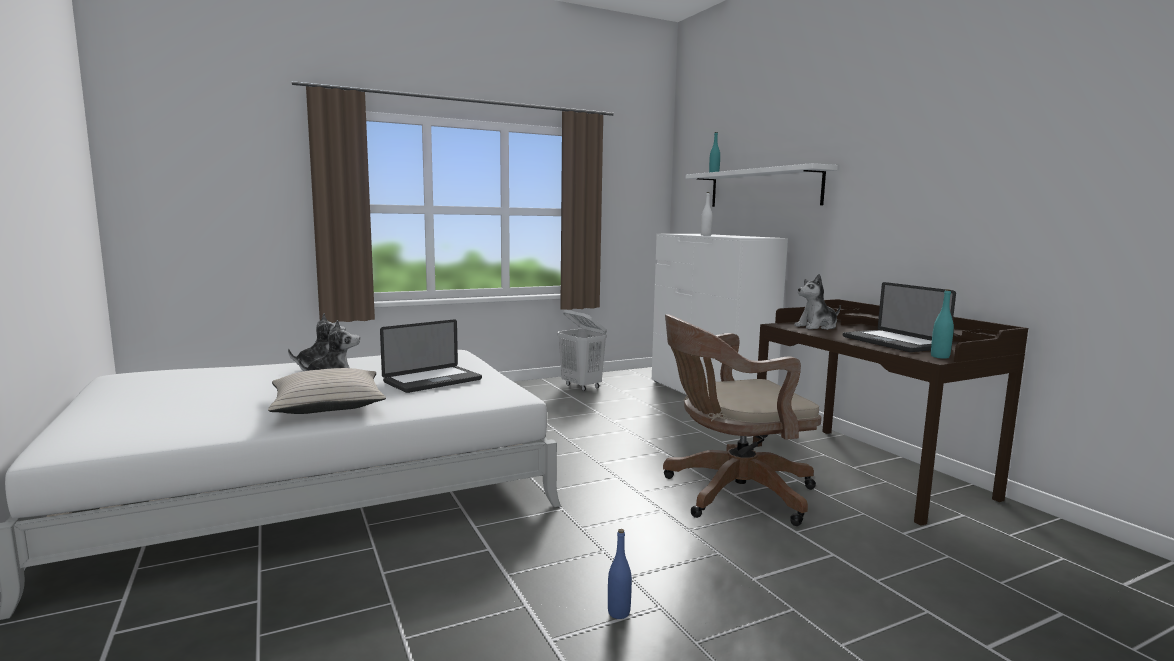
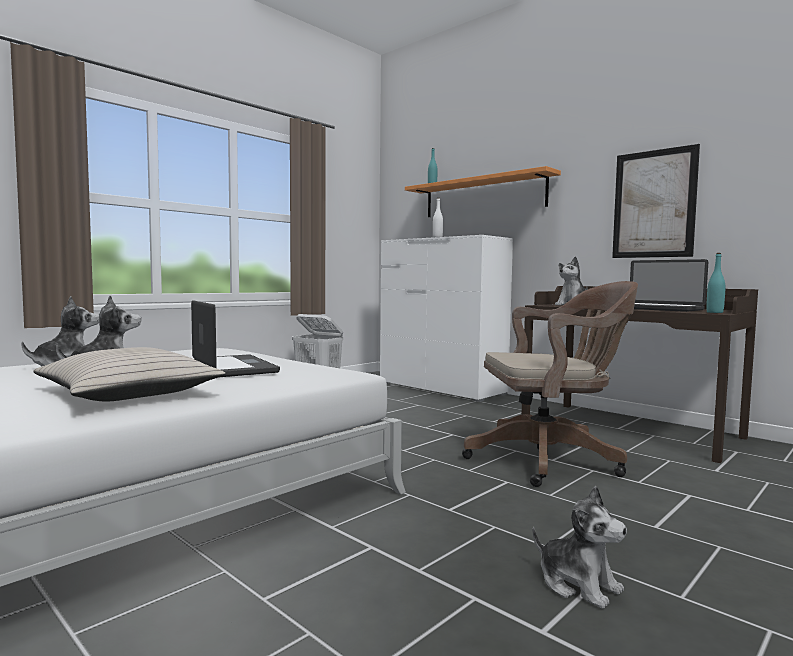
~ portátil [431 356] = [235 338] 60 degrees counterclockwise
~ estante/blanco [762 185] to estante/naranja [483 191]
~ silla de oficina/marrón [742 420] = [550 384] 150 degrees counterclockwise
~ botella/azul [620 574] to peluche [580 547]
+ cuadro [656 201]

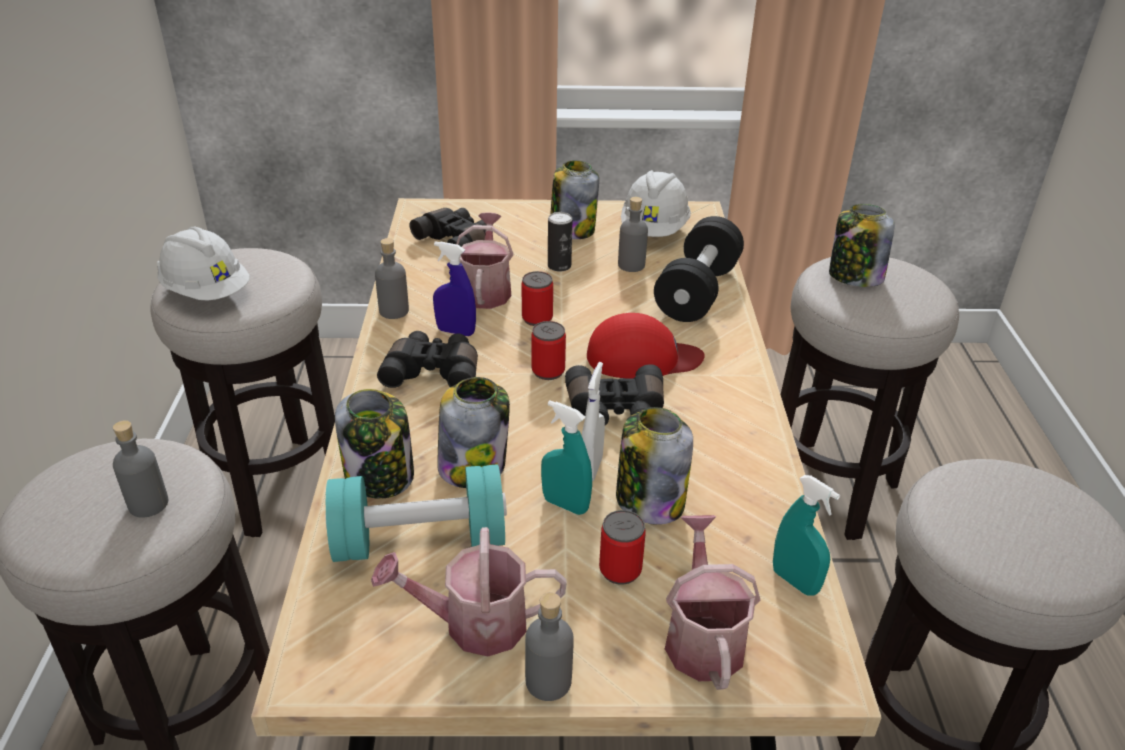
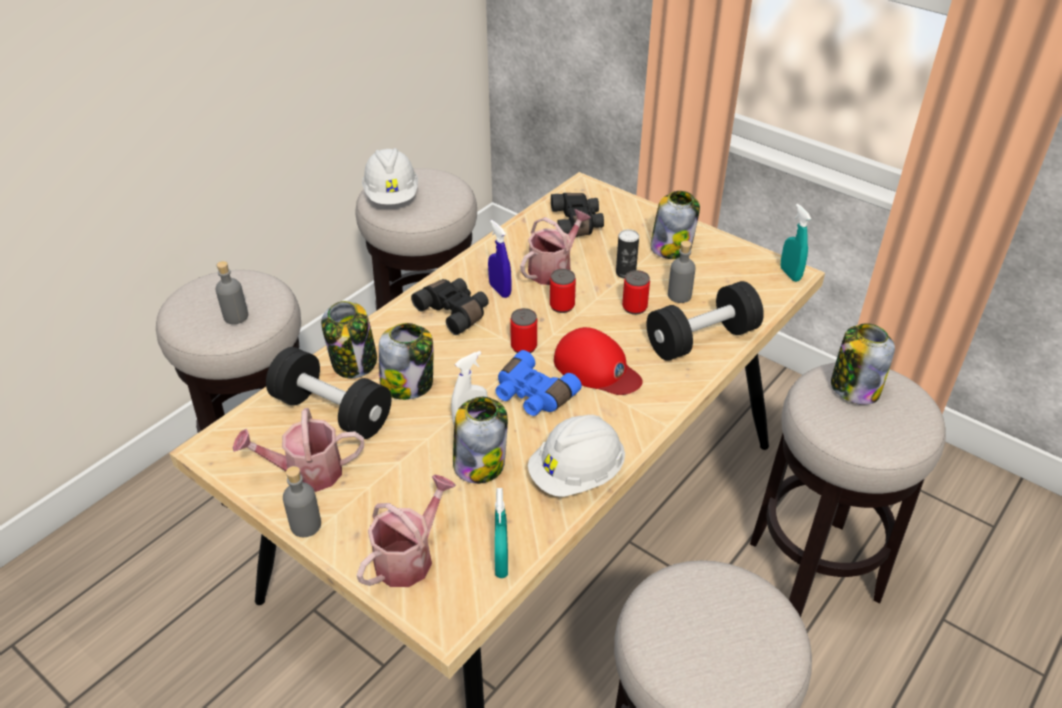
~ regadera [469 592] = [298 450] 45 degrees counterclockwise
~ mancuerna/turquesa [416 513] to mancuerna/negro [328 393]
~ prismáticos/negro [614 394] to prismáticos/azul [539 383]
~ casco/blanco [656 203] to [576 456]
~ lata [622 547] to [636 292]
~ pulverizador/turquesa [566 457] to [796 243]
- botella/gris [392 278]

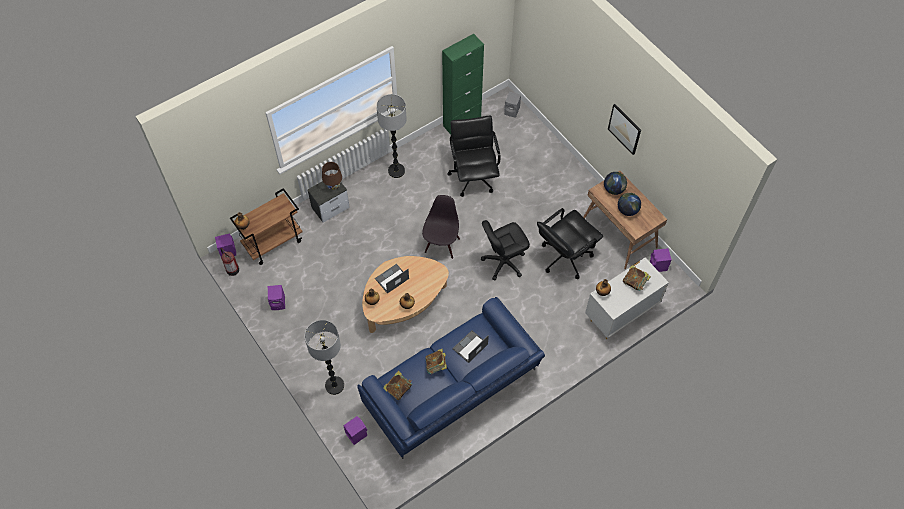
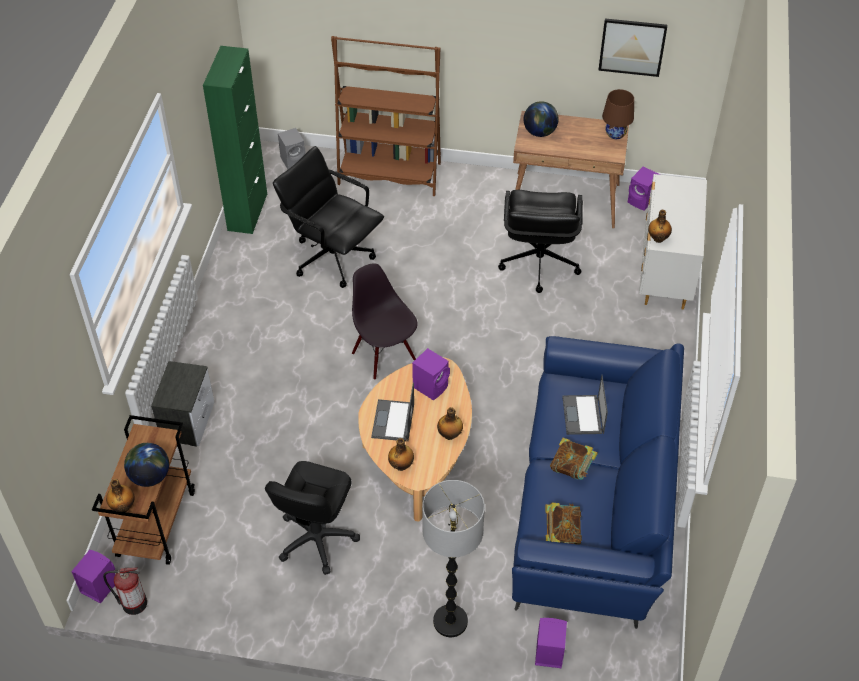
~ globo terráqueo [629 204] to [146 465]
~ silla de oficina/negro [505 250] to [312 518]
+ estantería/marrón [386 116]
~ altavoz/morado [276 297] to [431 374]
~ cuadro [624 129] to [633 47]
~ lámpara de mesa/marrón [332 176] to [618 114]
- lámpara de pie [391 136]
- libro [637 278]

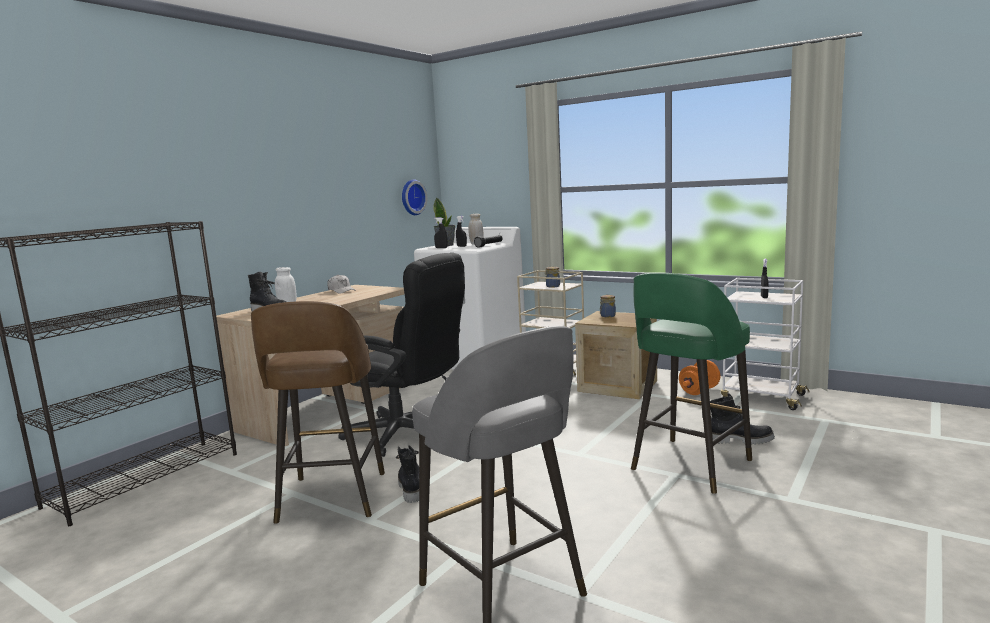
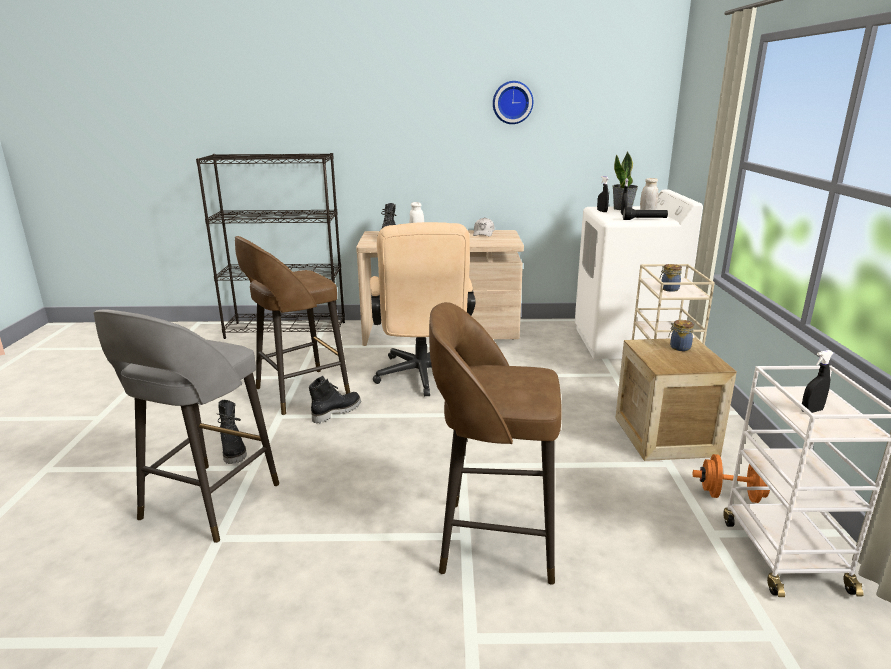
~ bota/negro [742 420] to [232 432]
~ silla de oficina/negro [401 355] to silla de oficina/beis [422 309]
~ taburete/verde [691 383] to taburete/marrón [495 443]
~ reloj de pared [414 197] to [513 102]

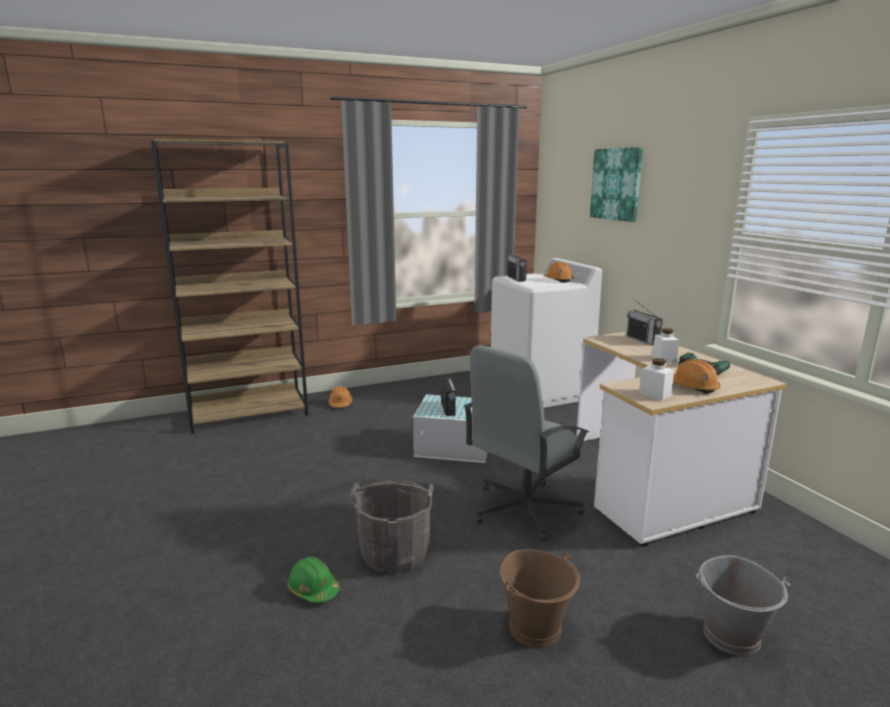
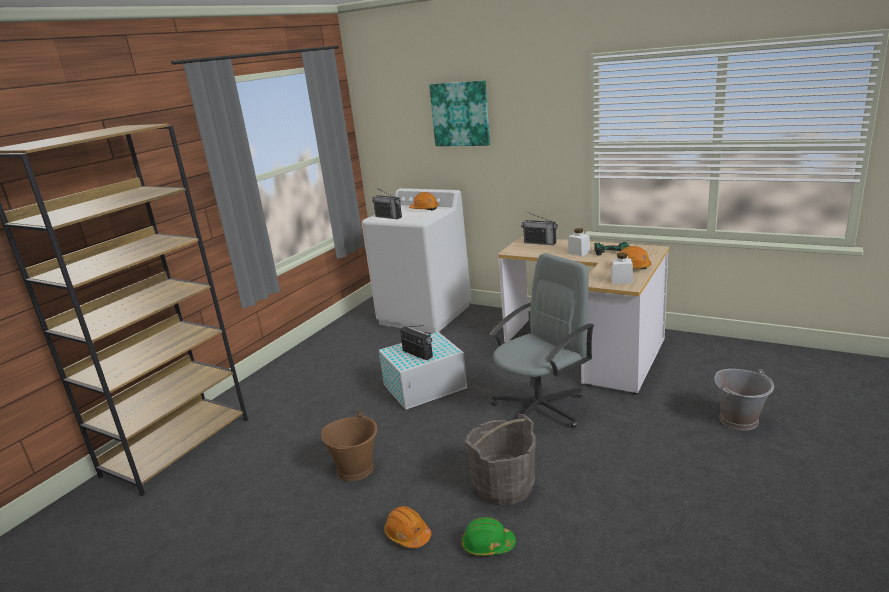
~ cubo/marrón [540 598] to [349 446]
~ casco/naranja [340 397] to [407 527]
~ silla de oficina/gris [526 443] = [541 340] 135 degrees counterclockwise

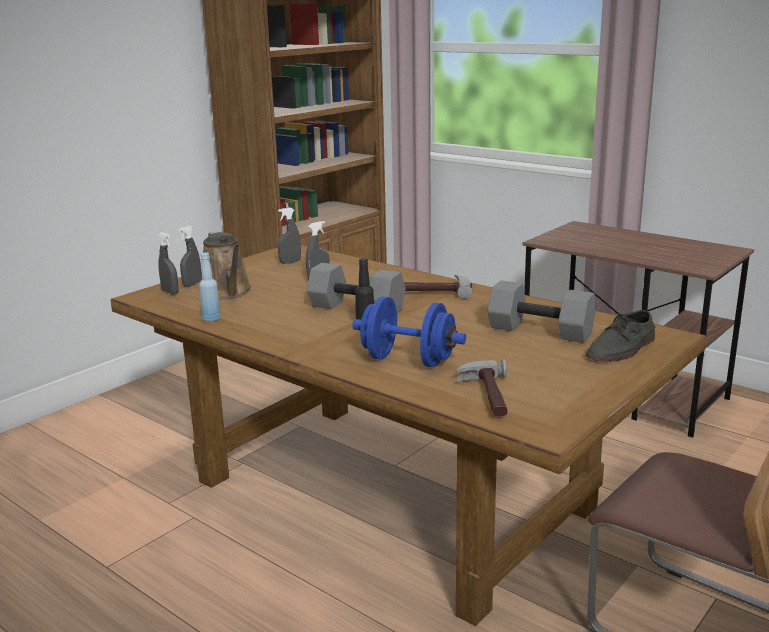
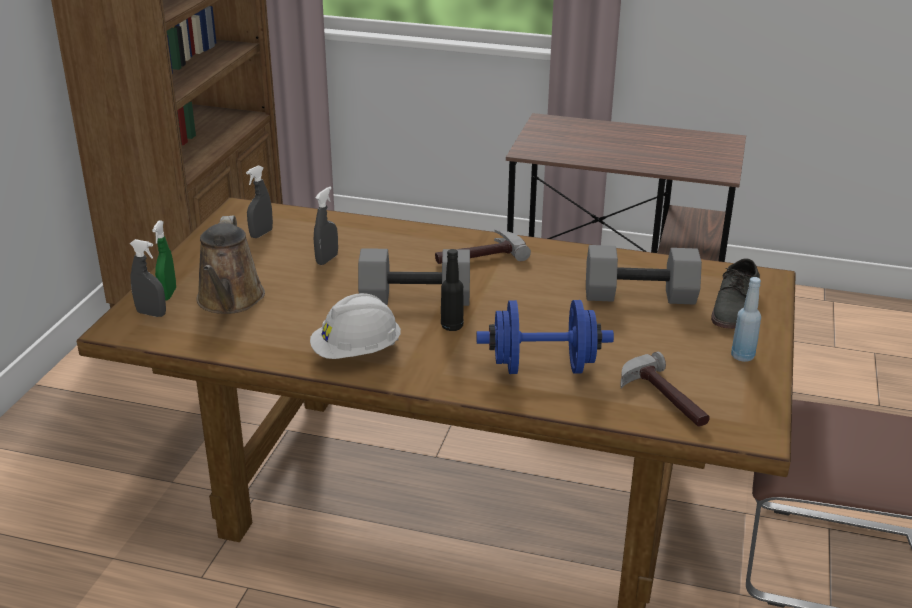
~ pulverizador/gris [190 256] to pulverizador/verde [164 260]
~ regadera/marrón [226 265] = [230 264] 45 degrees clockwise
+ casco/blanco [355 326]
~ botella/azul [210 287] to [746 319]

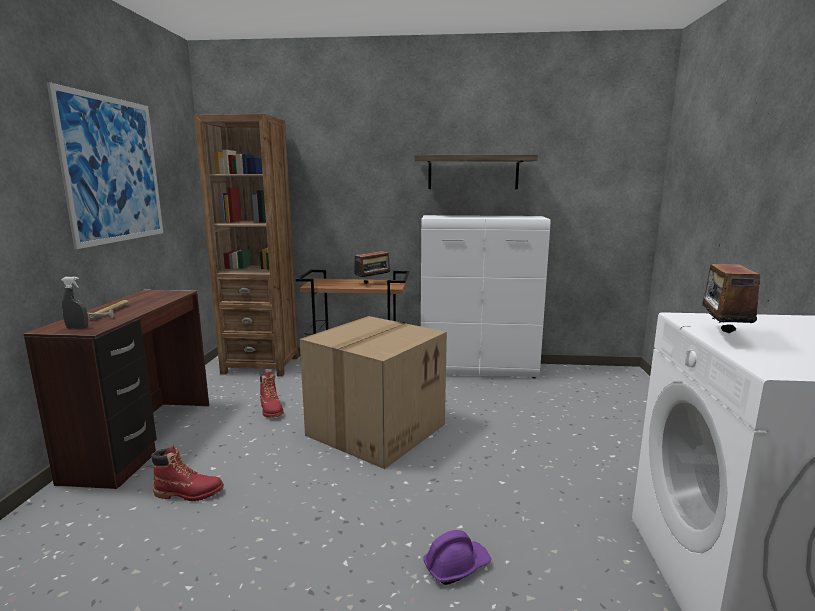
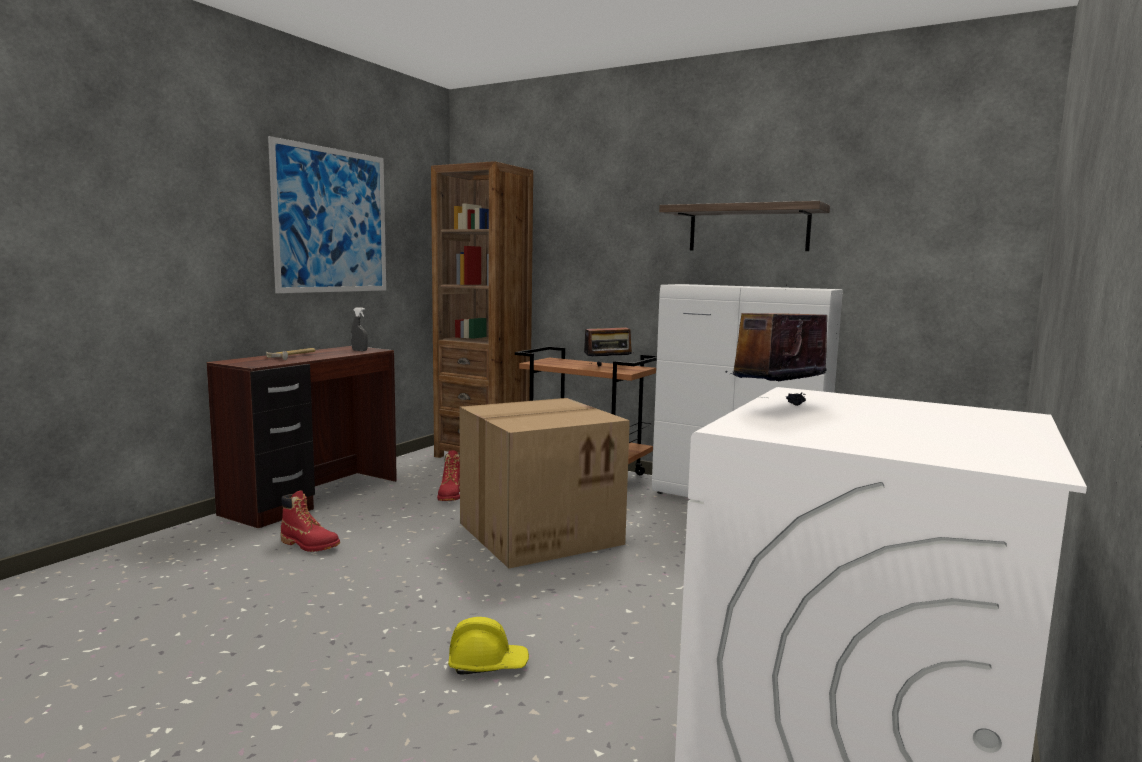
~ pulverizador/gris [74 303] to [359 329]
~ casco/morado [457 557] to casco/amarillo [488 646]

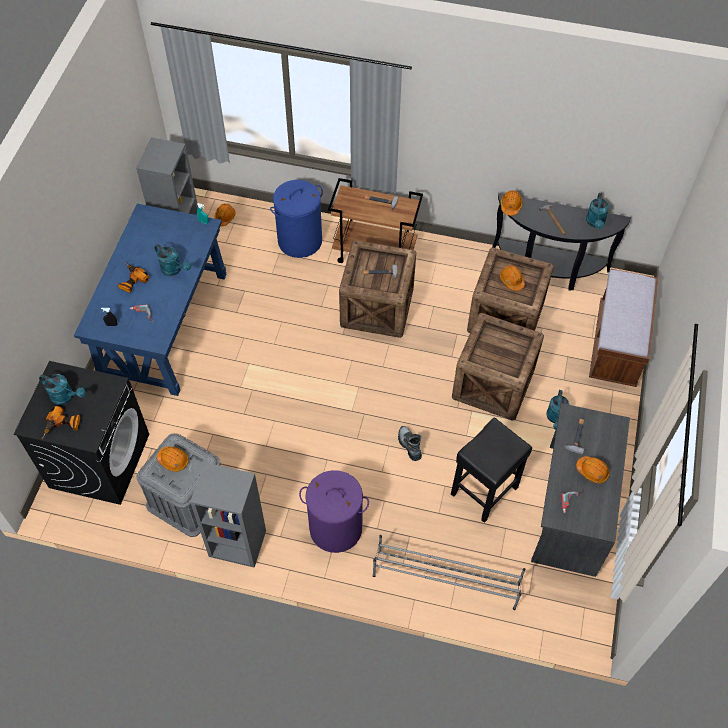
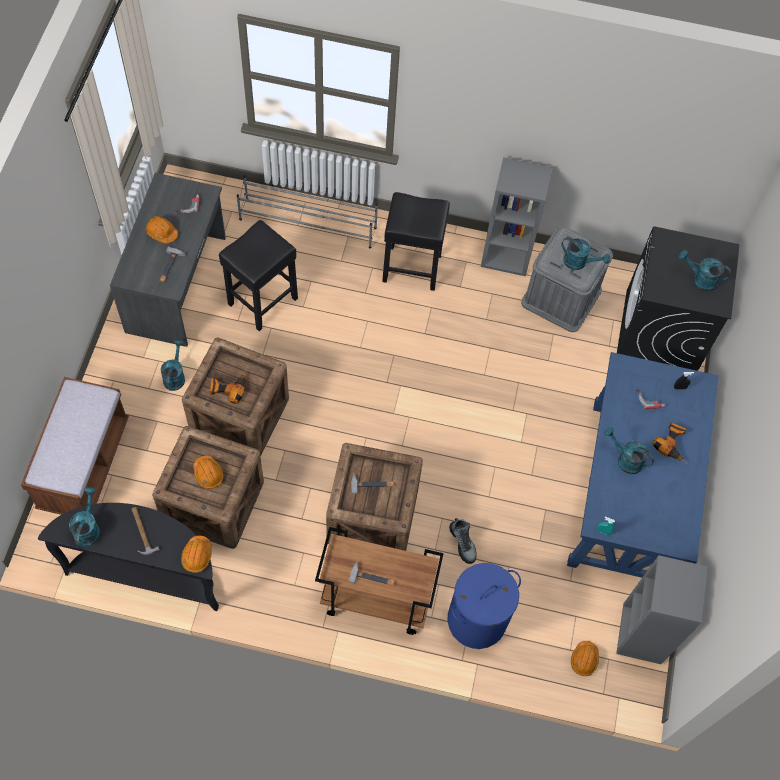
~ taladro [61 422] to [228 386]
~ cesto de la ropa/morado [334 511] to taburete/negro [416 241]
~ bota [410 443] to [463 541]
~ casco/naranja [173 459] to regadera/turquesa [585 254]

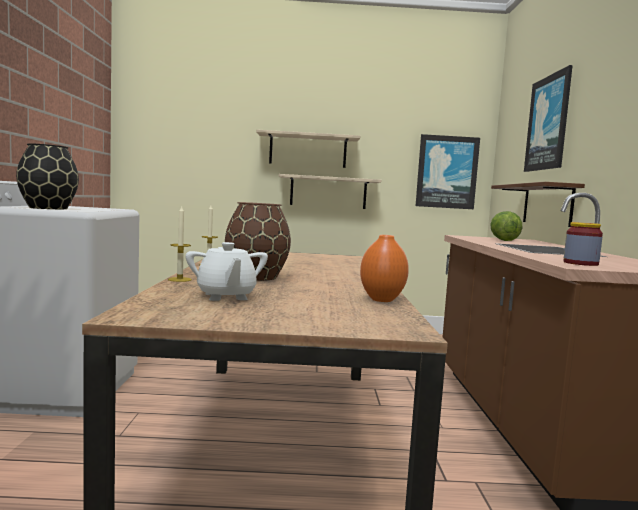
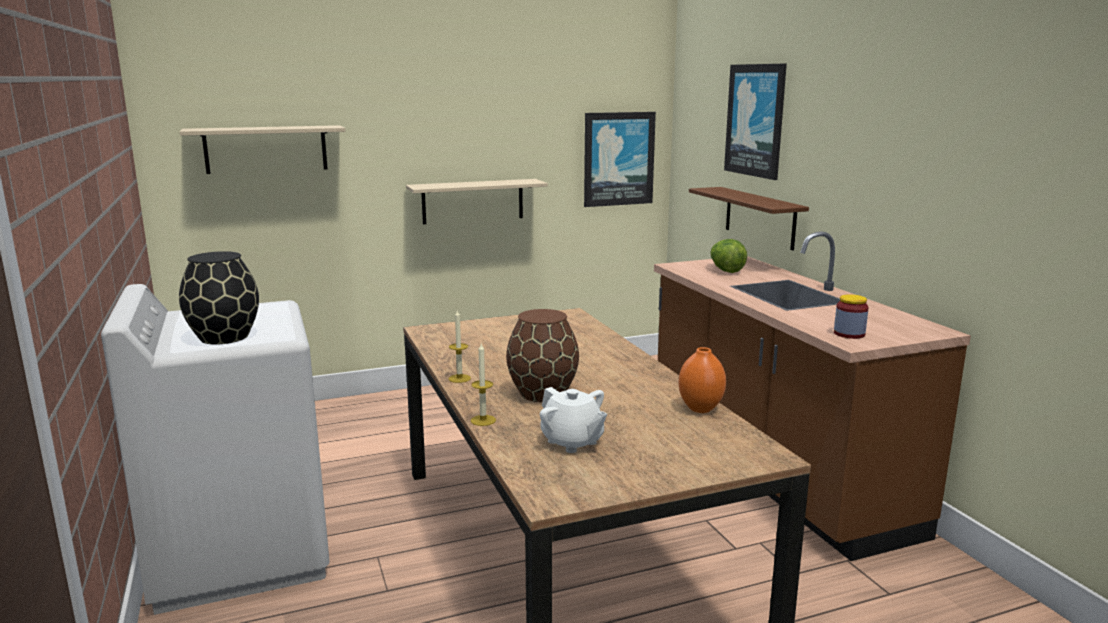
~ estante/beis [308 149] to [262 149]

